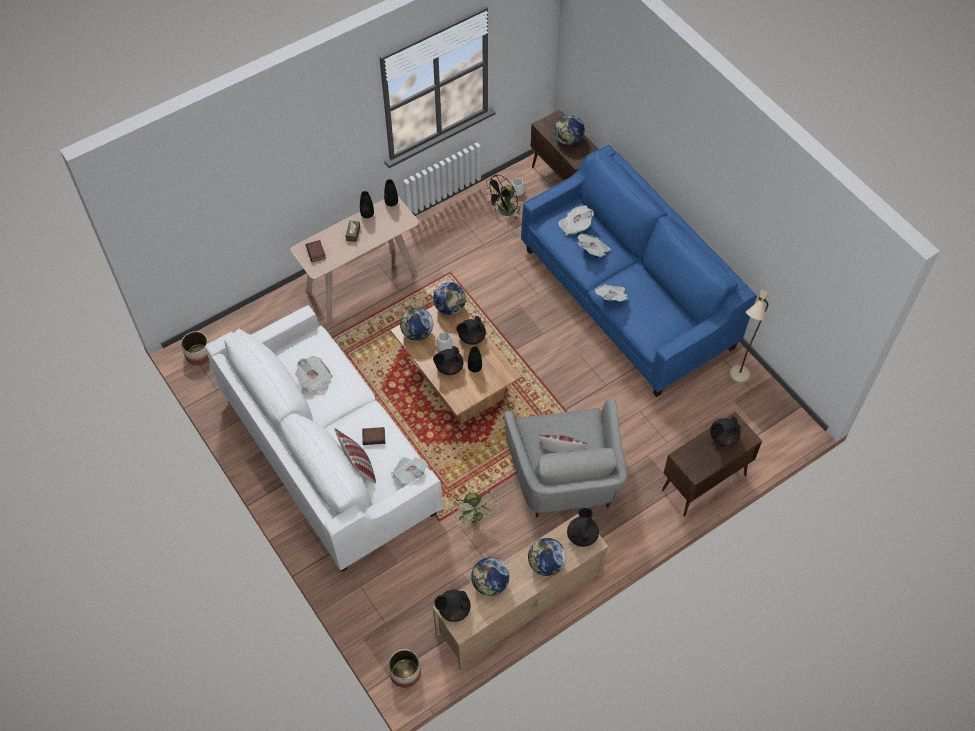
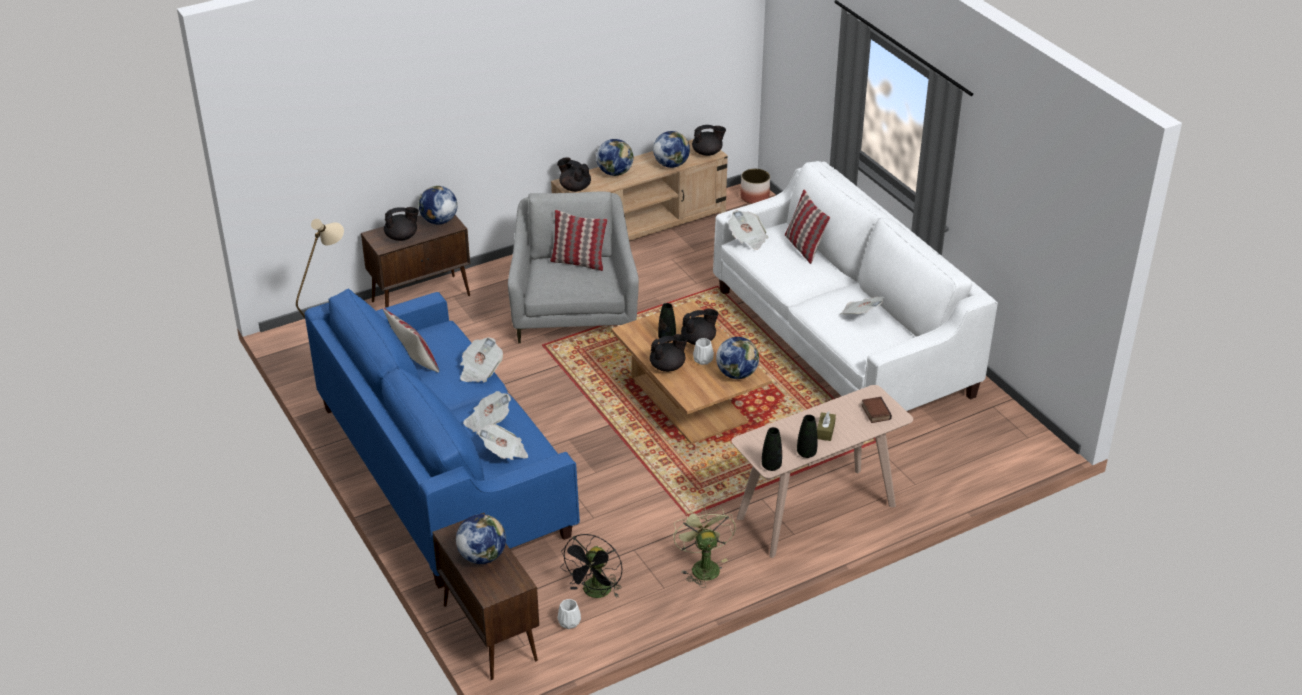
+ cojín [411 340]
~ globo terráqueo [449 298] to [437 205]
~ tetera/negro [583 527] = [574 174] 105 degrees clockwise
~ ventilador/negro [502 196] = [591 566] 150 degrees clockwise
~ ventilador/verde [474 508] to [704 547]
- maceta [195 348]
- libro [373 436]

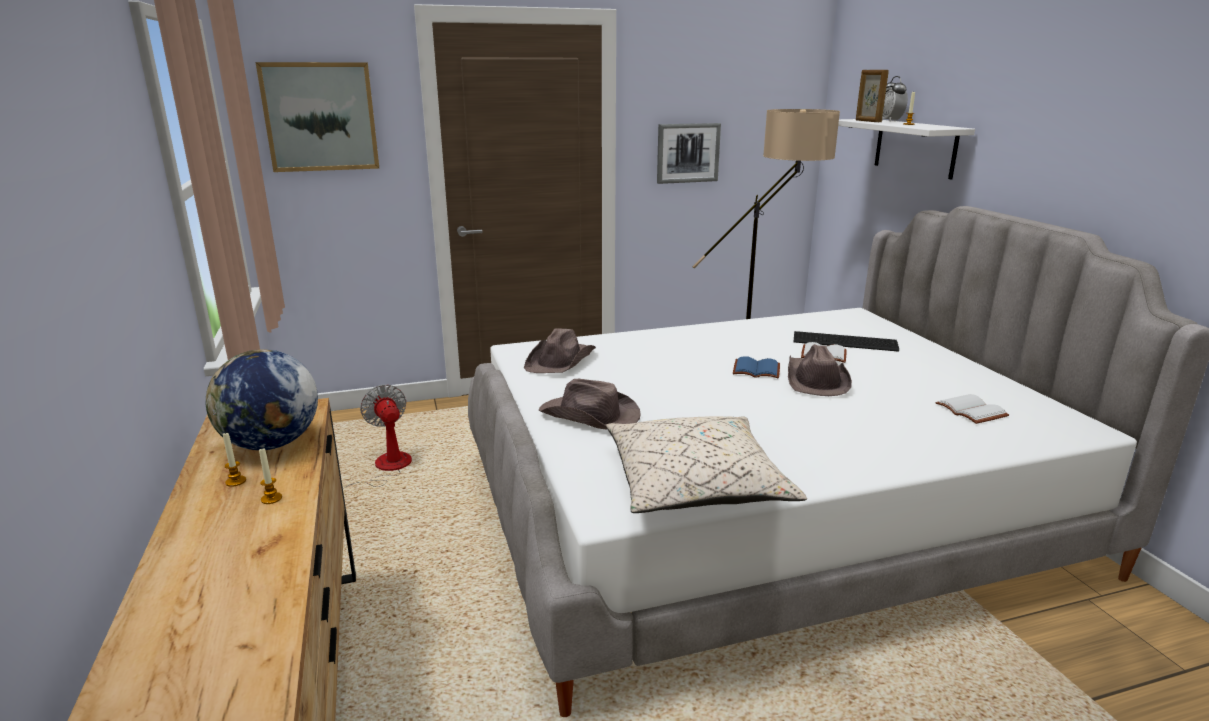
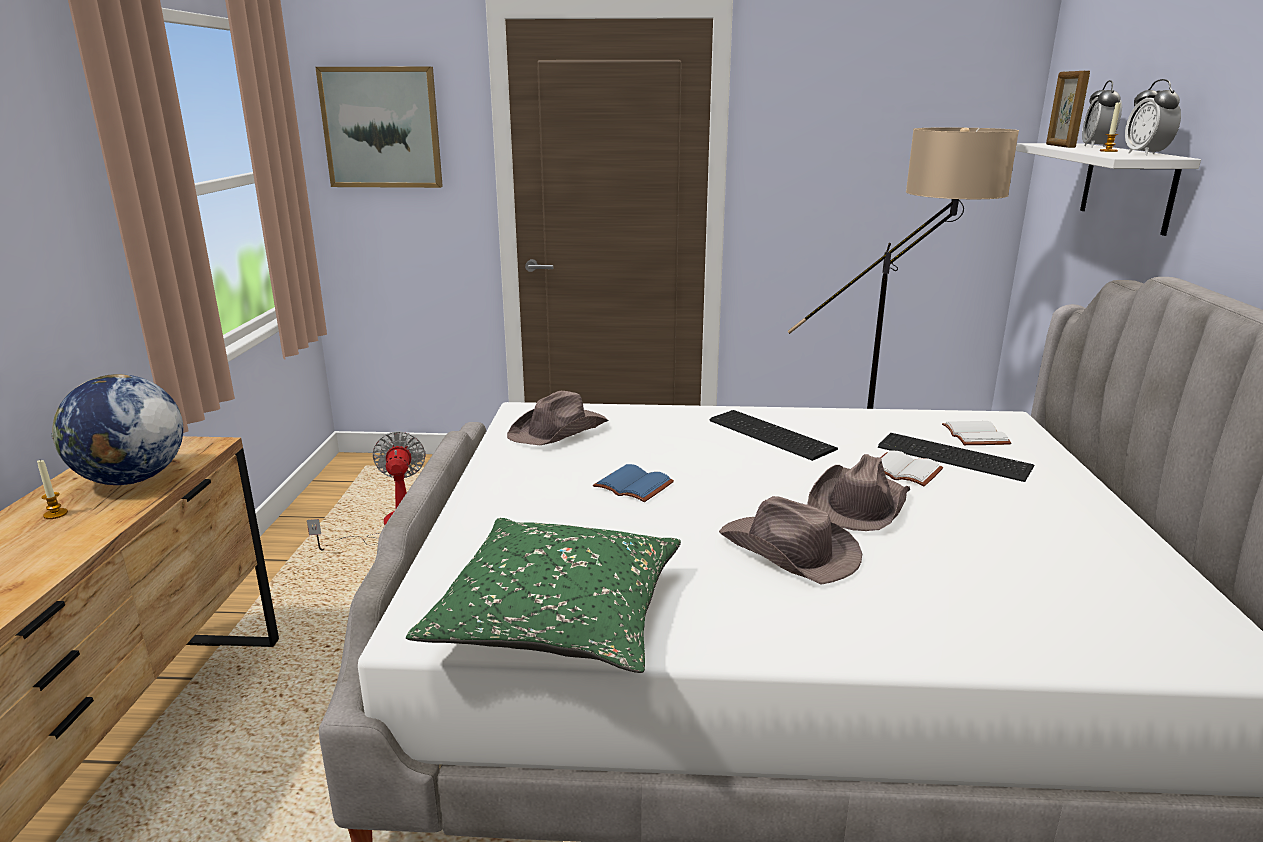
~ cojín/beis [706 464] to cojín/verde [543 595]
~ libro/azul [756 367] to [633 483]
+ teclado [774 435]
~ sombrero/marrón [589 404] to [790 540]
~ libro/blanco [972 409] to [976 433]
+ despertador [1153 117]
- vela [270 475]
- cuadro [689 153]

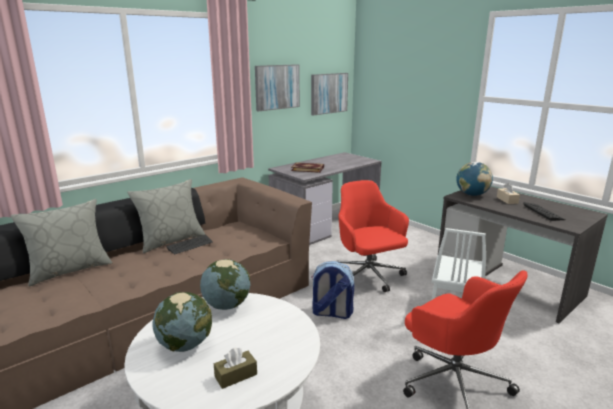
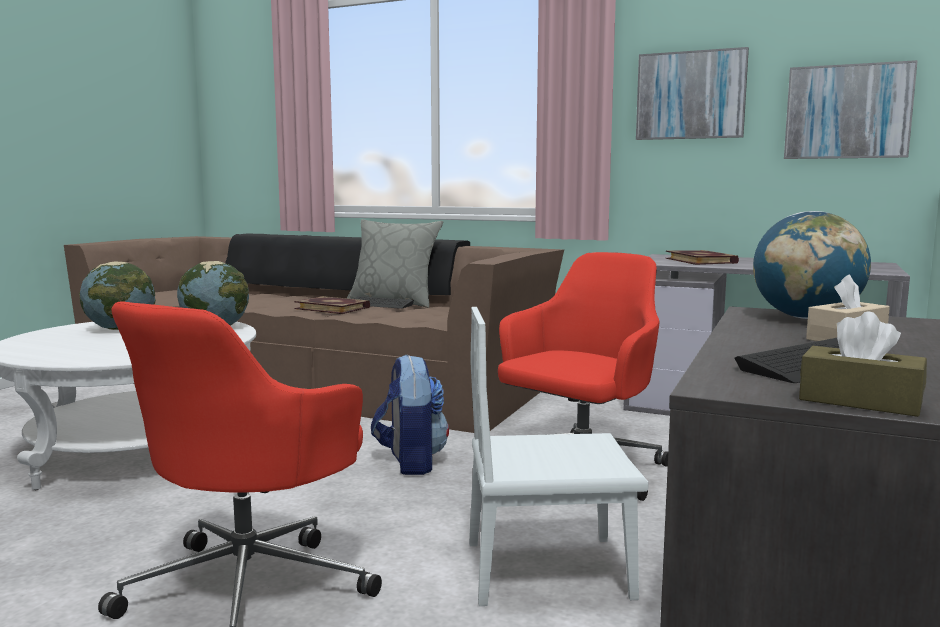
+ libro [332 305]
~ caja de pañuelos/marrón [235 368] to [863 364]
- cojín/gris [61 242]

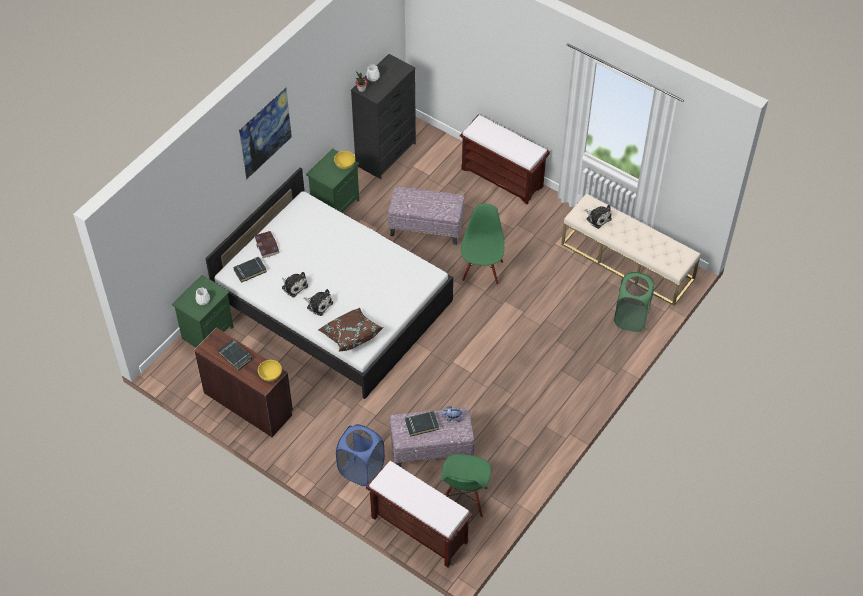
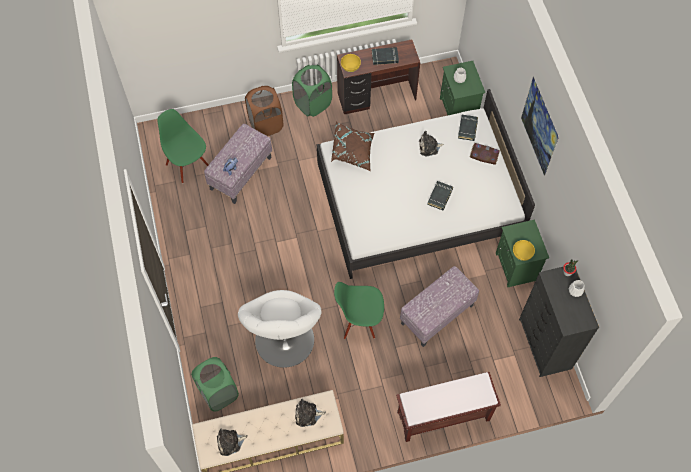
~ peluche [318 302] to [232 442]
+ sillón/blanco [280 329]
~ cesto de la ropa/azul [360 455] to cesto de la ropa/marrón [264 111]
+ cesto de la ropa/verde [312 91]
~ silla/verde [482 244] = [359 310] 135 degrees clockwise
~ libro/negro [422 424] to [440 195]
- banco/marrón [419 514]

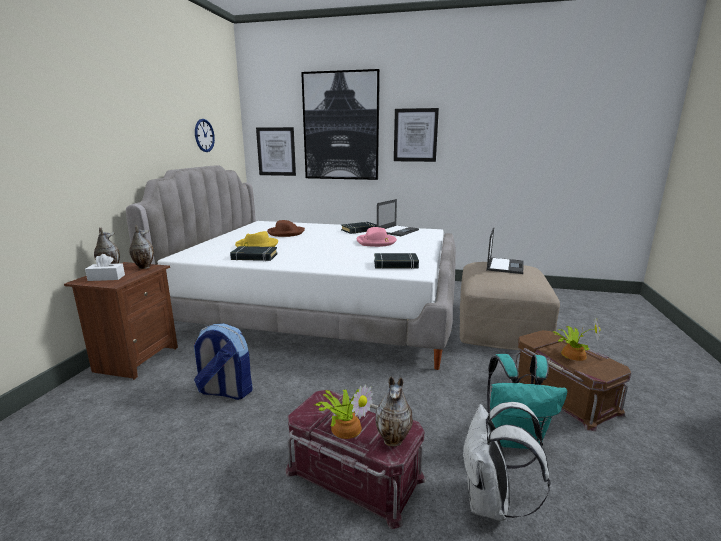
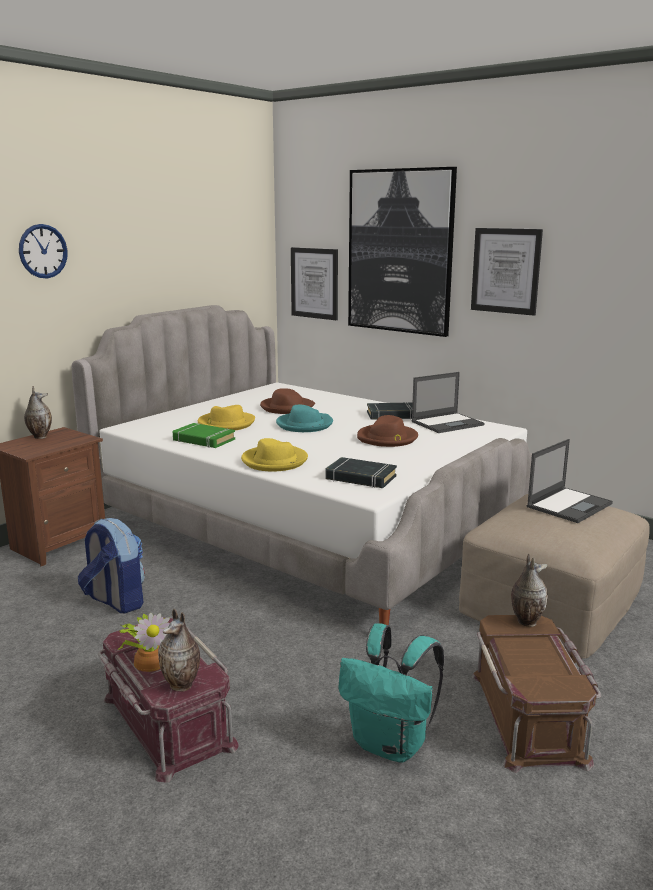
~ reloj de pared [205 135] to [43 251]
~ libro/negro [253 253] to libro/verde [204 435]
+ sombrero/amarillo [274 455]
+ sombrero/turquesa [304 418]
~ sombrero/rosa [377 237] to sombrero/marrón [387 431]
~ florero [141 247] to [529 590]
- caja de pañuelos/blanco [105 267]
- mochila/blanco [506 461]
- planta en maceta [576 339]

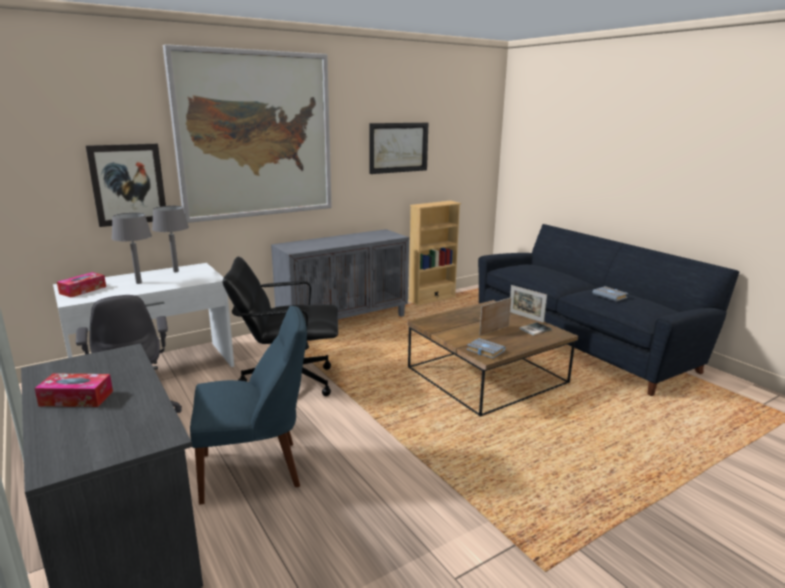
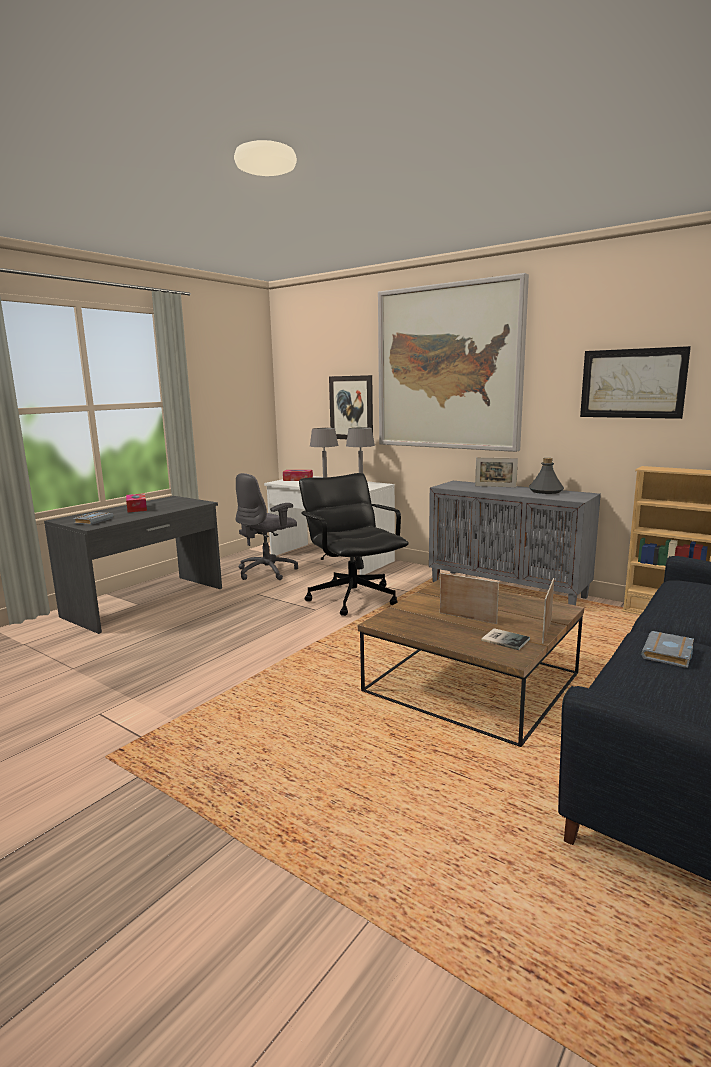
~ libro/gris [486 348] to [93 518]
+ portarretratos [496 472]
+ botella/gris [546 476]
- silla/azul [248 405]

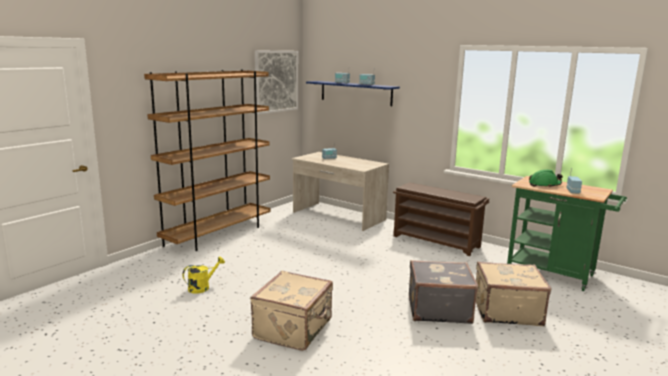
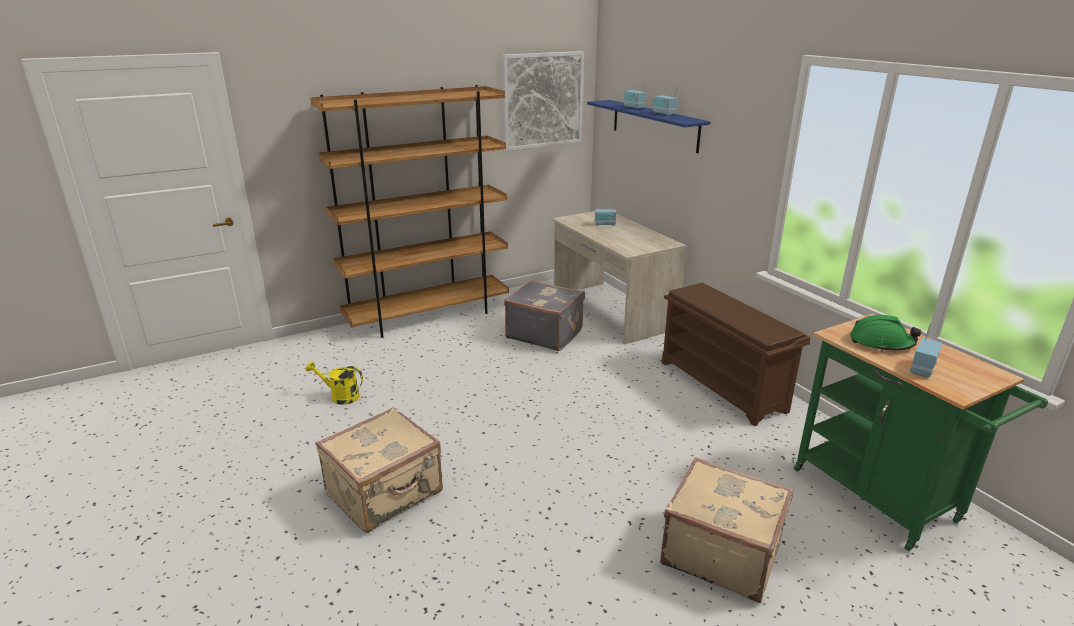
~ regadera/amarillo [204 275] = [334 383] 150 degrees counterclockwise
~ maleta/gris [443 292] to [544 315]

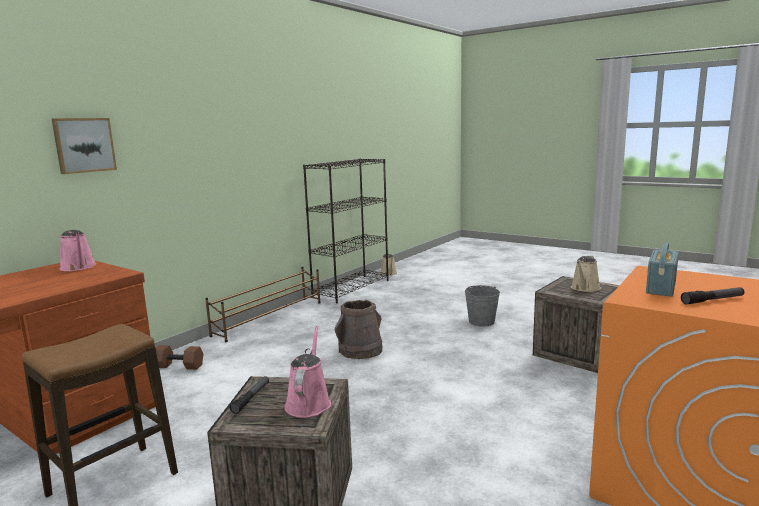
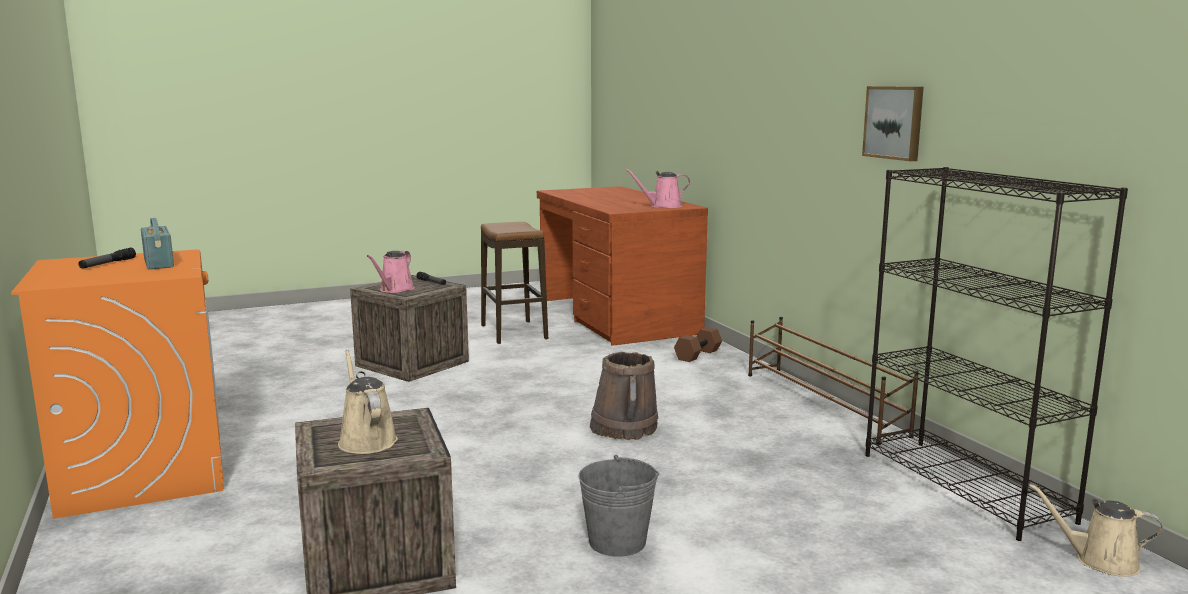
~ regadera/rosa [308 372] = [391 272] 75 degrees clockwise
~ cuadro [84 146] to [893 123]

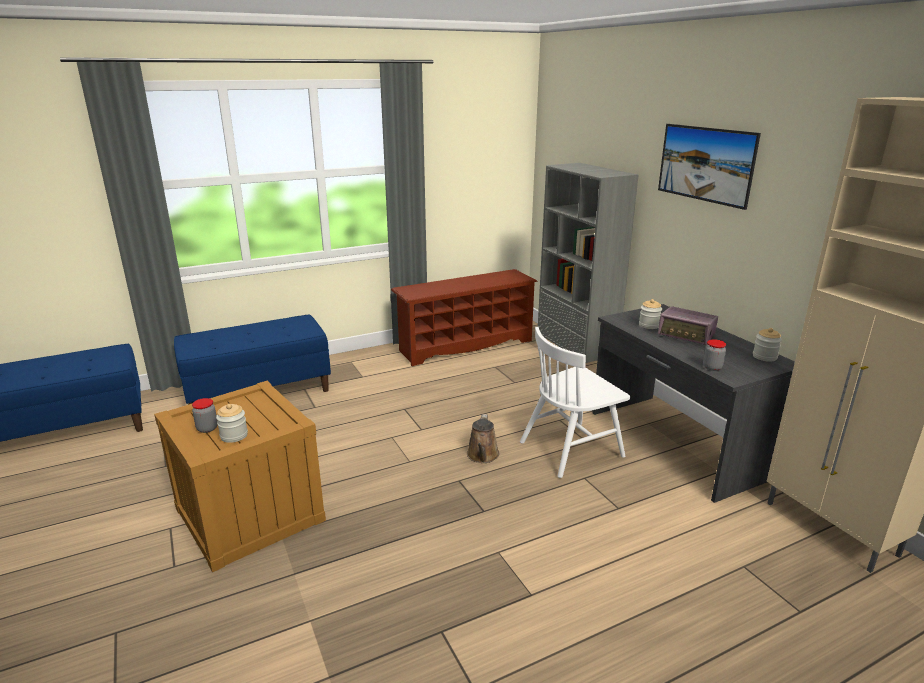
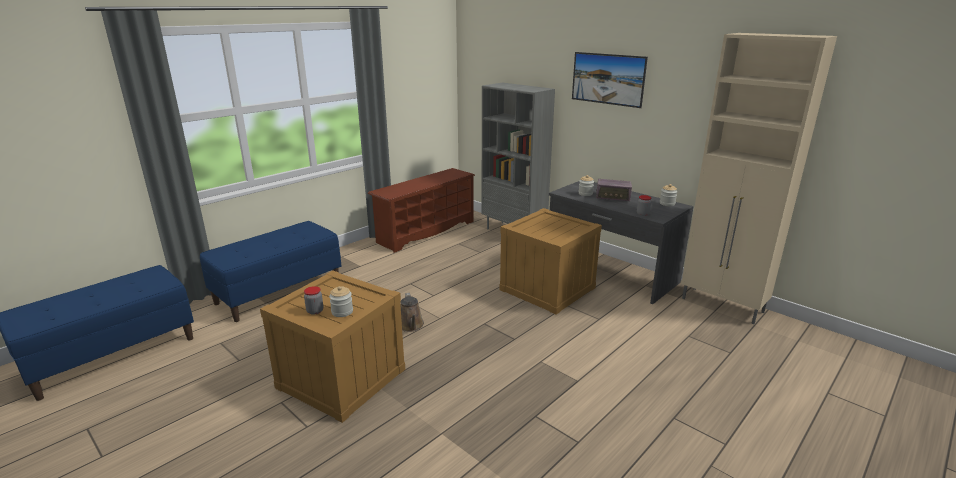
~ regadera/marrón [483 438] to [412 312]
~ silla/blanco [575 402] to caja de embalaje [550 261]

